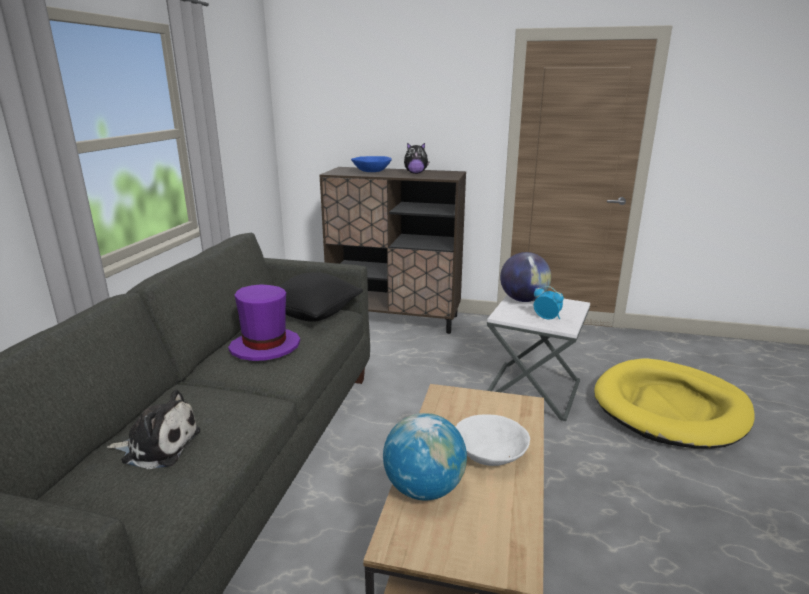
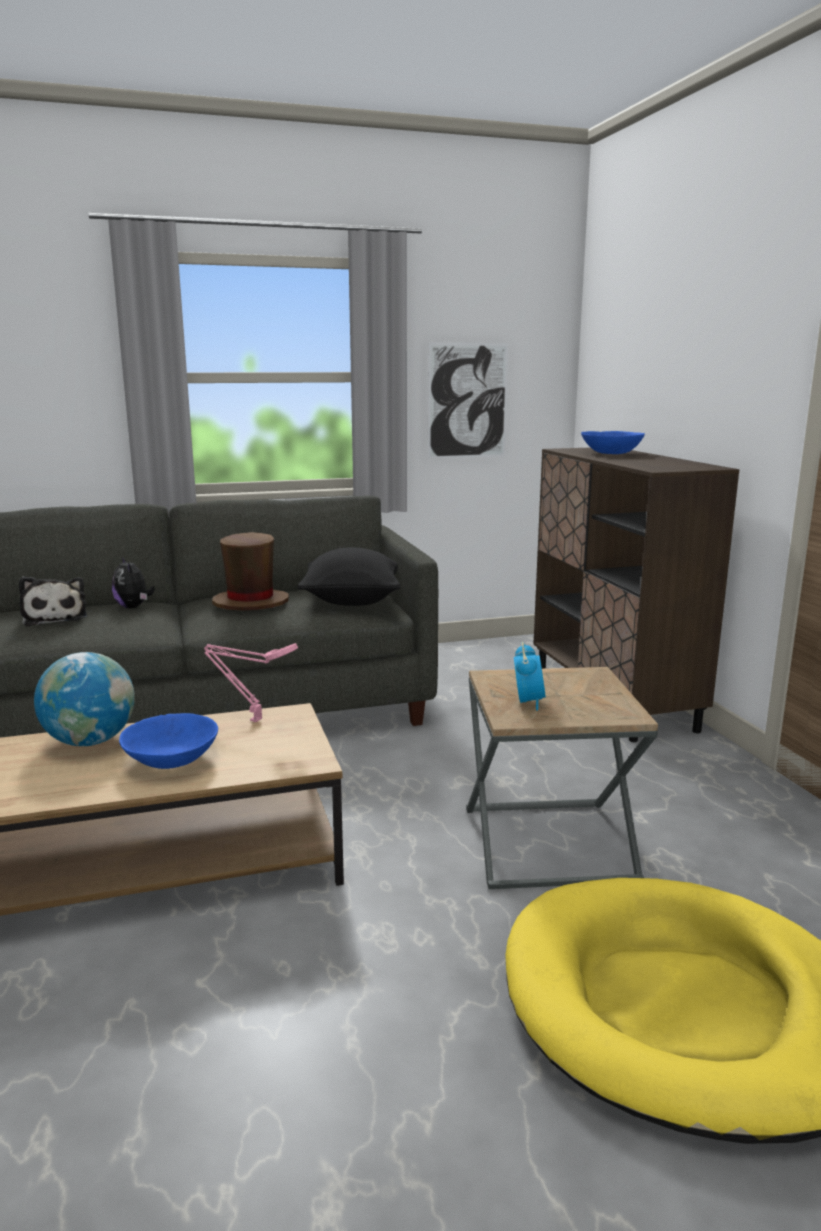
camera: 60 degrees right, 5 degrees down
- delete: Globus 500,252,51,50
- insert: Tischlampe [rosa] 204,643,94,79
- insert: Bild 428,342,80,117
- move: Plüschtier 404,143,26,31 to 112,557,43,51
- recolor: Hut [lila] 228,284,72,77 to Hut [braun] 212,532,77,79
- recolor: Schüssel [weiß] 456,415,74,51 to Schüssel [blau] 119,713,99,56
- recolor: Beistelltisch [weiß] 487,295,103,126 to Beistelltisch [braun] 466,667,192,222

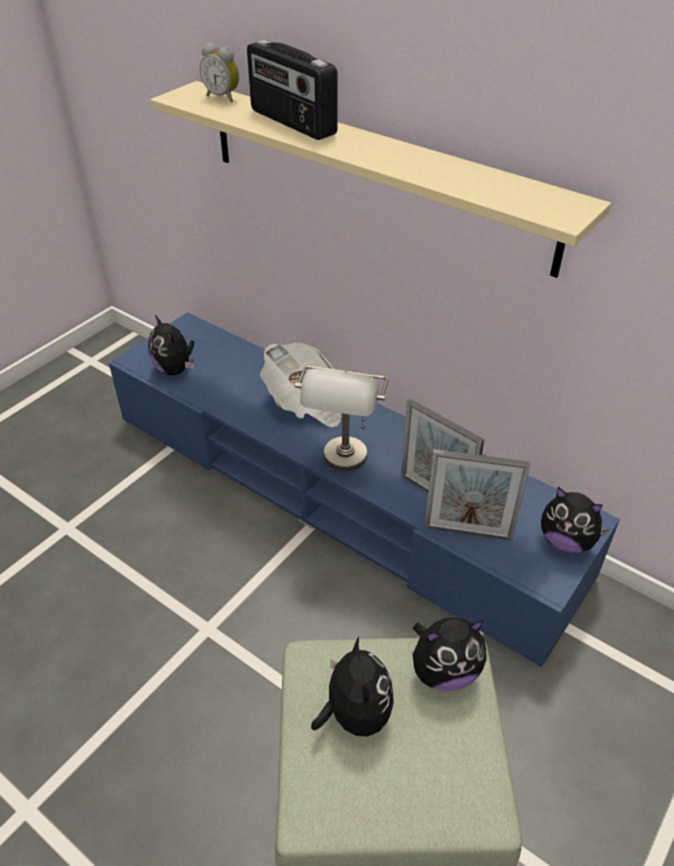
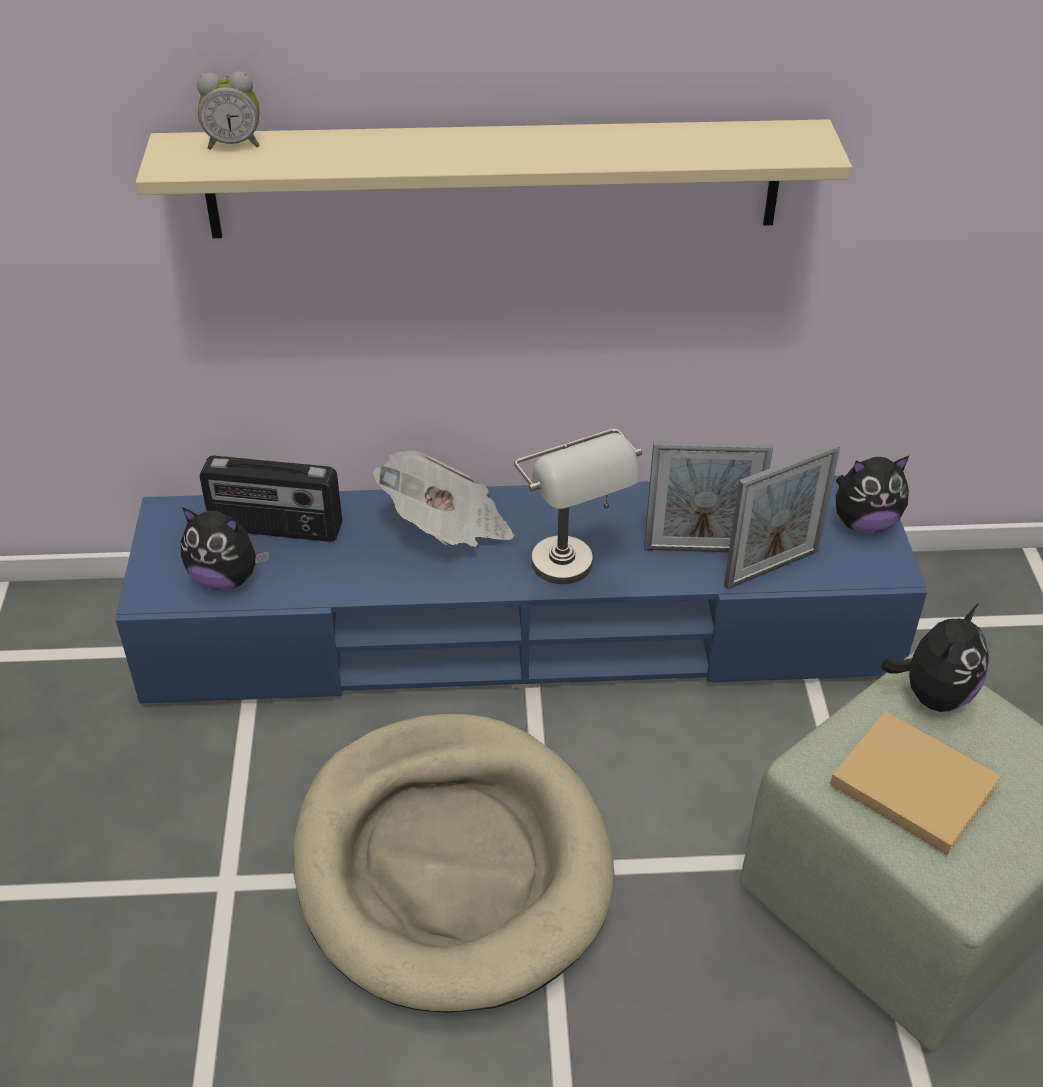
camera: 40 degrees left, 0 degrees up
- insert: Hundebett [beige] 293,714,321,299
- move: Radio 247,40,91,100 to 200,456,142,86
- replace: Plüschtier 311,637,83,99 to Buch [beige] 830,711,171,144

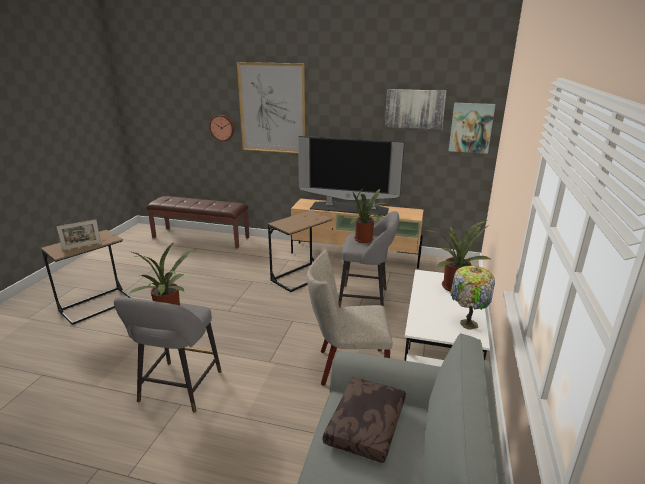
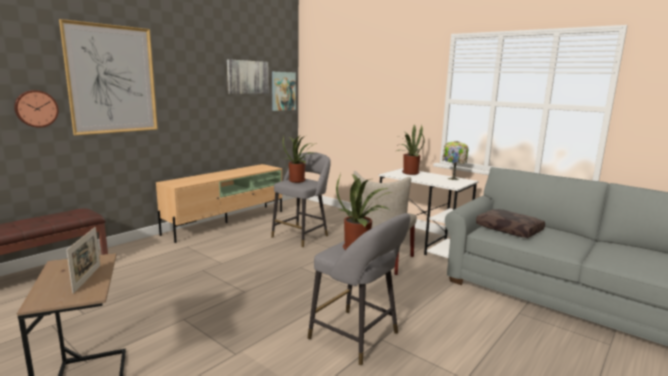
camera: 65 degrees left, 10 degrees down
- delete: Beistelltisch [braun] 268,210,65,82
- delete: Fernseher 298,136,107,80

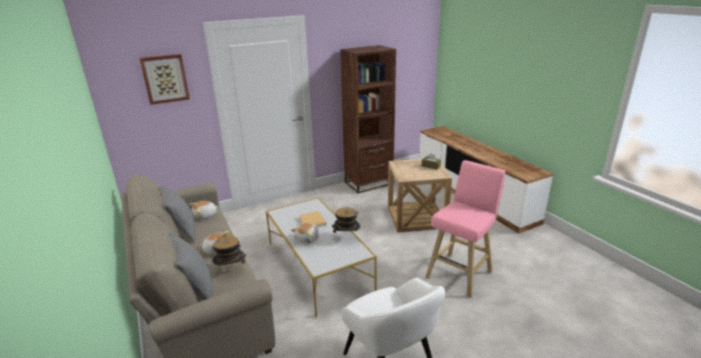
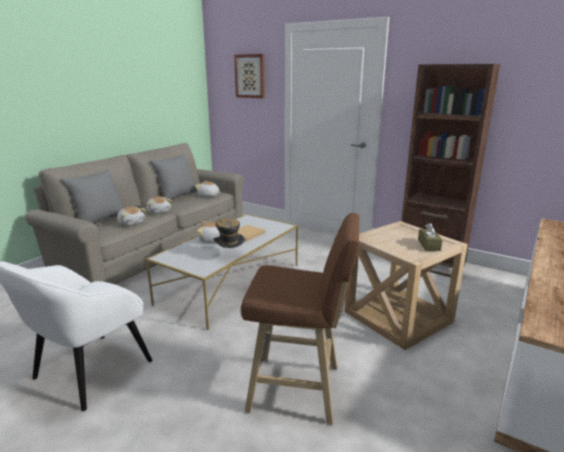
camera: 60 degrees right, 5 degrees down
- replace: Hut 212,233,34,33 to Plüschtier 117,206,29,20
- recolor: Hocker [rosa] 425,160,80,138 to Hocker [braun] 241,213,118,212

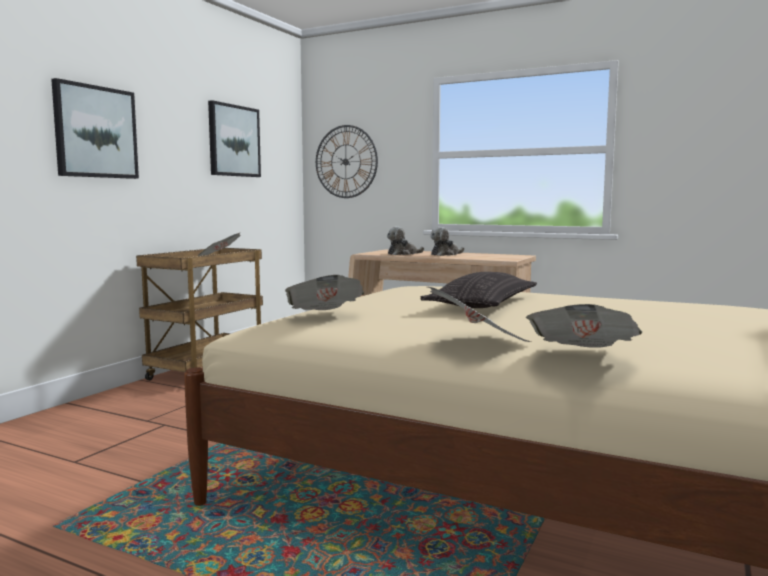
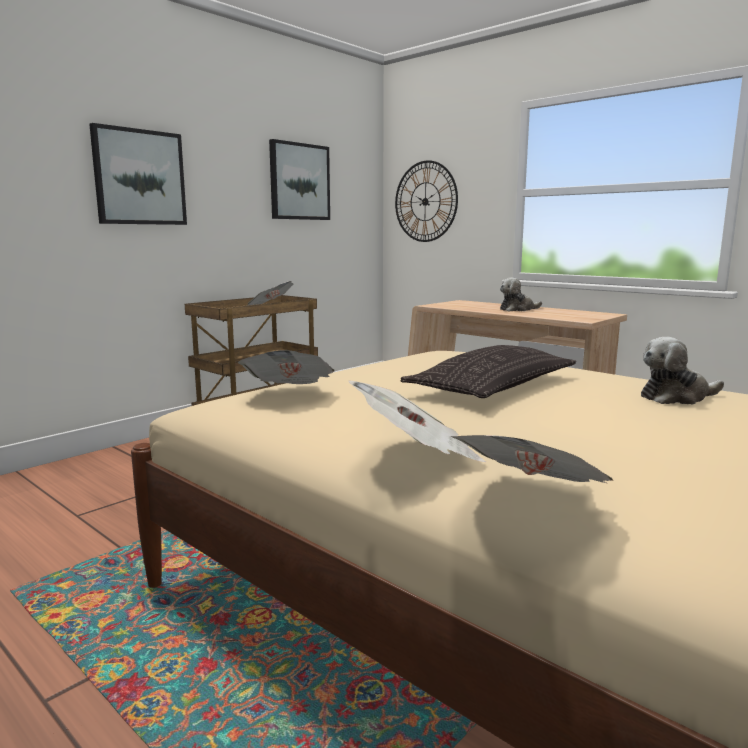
camera: 15 degrees right, 5 degrees up
- move: Plüschtier 387,226,37,29 to 641,337,83,67

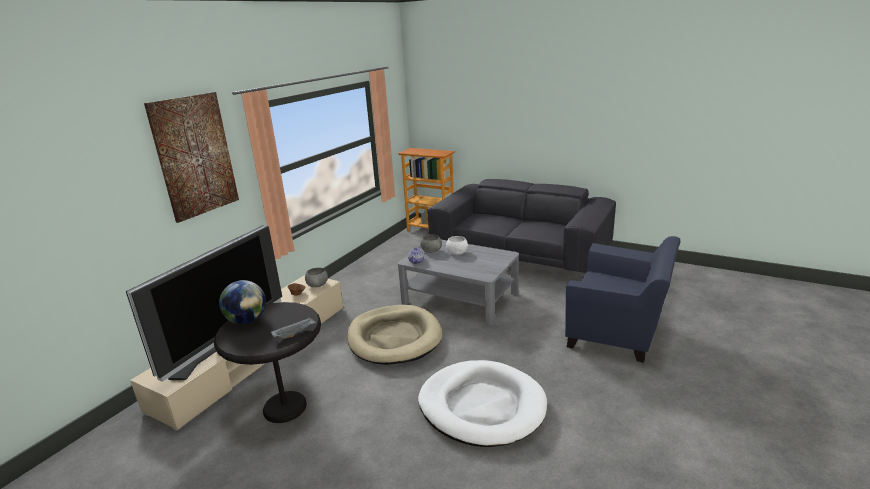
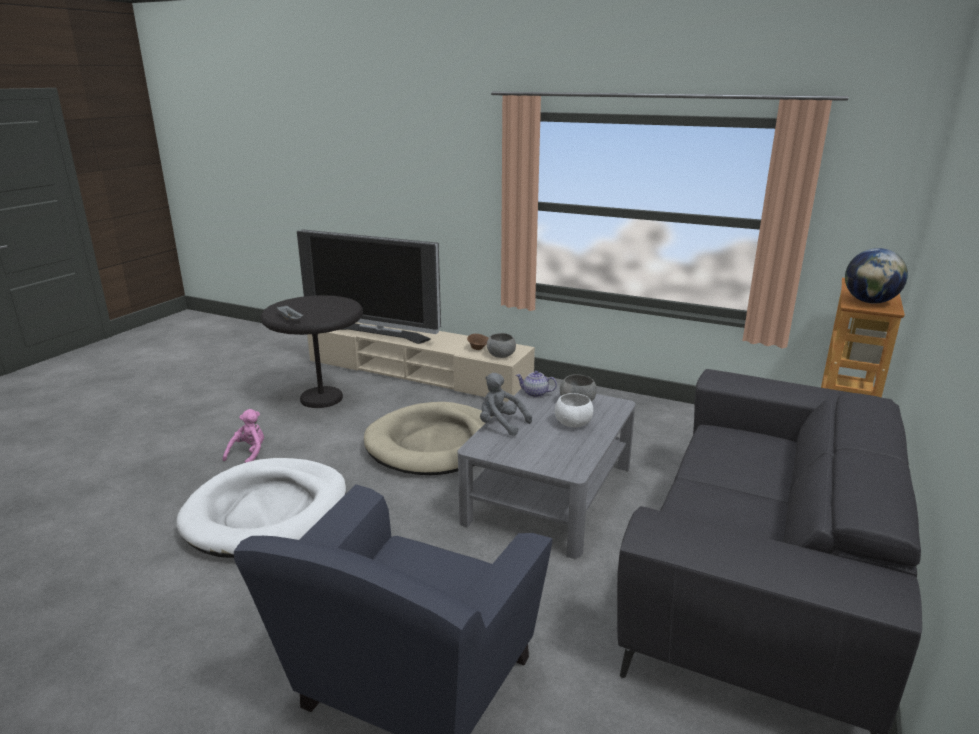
camera: 85 degrees right, 0 degrees up
- delete: Bild 144,92,95,131
- insert: Plüschtier [rosa] 223,409,41,54
- insert: Plüschtier [grau] 480,373,52,63
- move: Globus 219,280,47,44 to 845,248,63,55

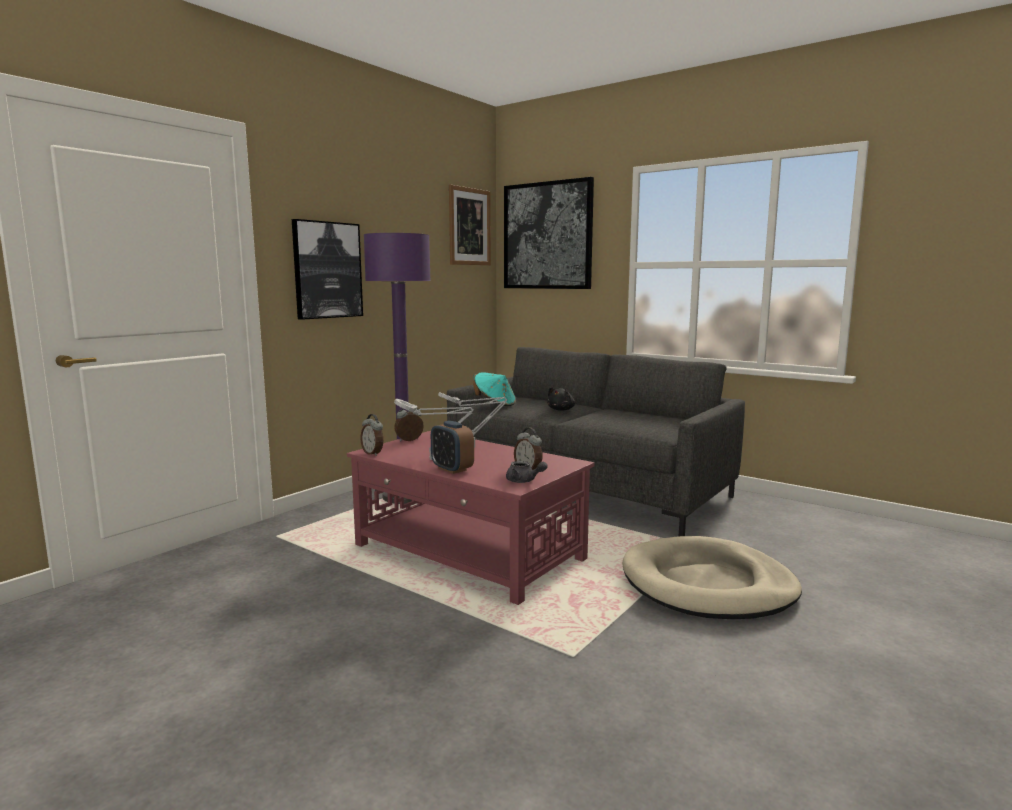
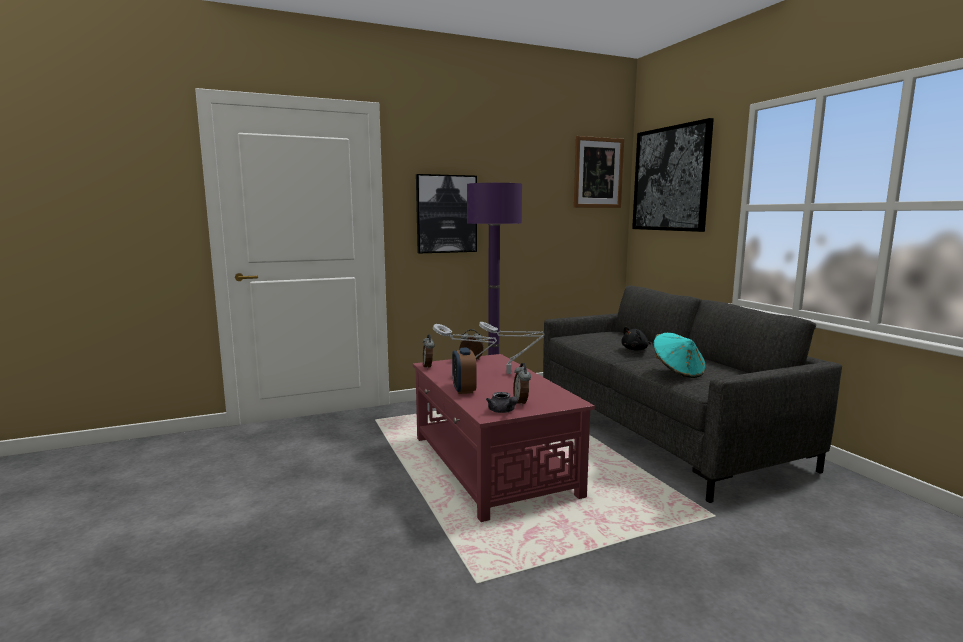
camera: 30 degrees right, 0 degrees up
- delete: Hundebett [beige] 622,536,180,83
- move: Hut [türkis] 473,372,43,34 to 653,333,53,45

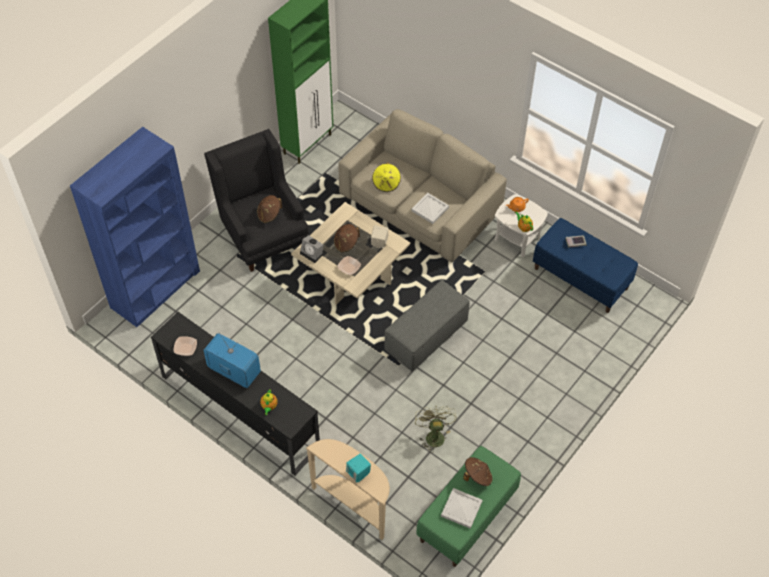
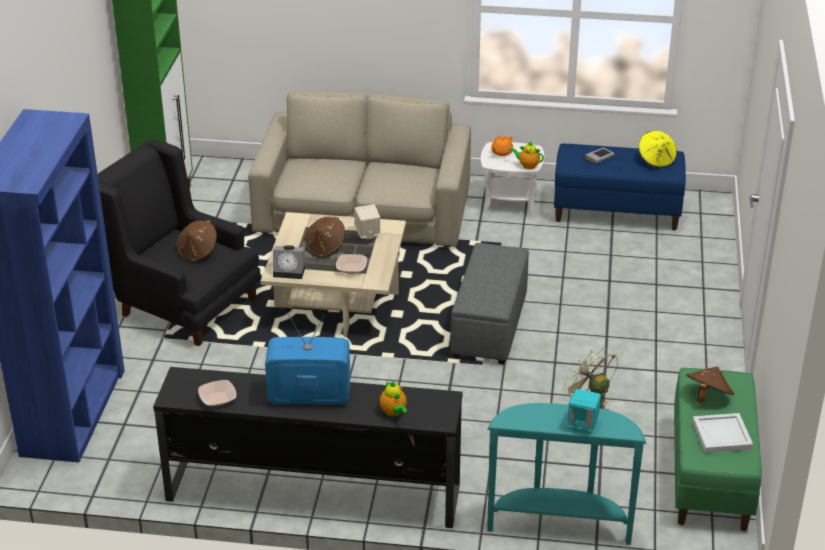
camera: 30 degrees left, 20 degrees down
- delete: Tablett [weiß] 412,193,37,31
- move: Hut [gelb] 372,163,29,29 to 639,131,38,37
- recolor: Konsolentisch [beige] 306,439,84,101 to Konsolentisch [türkis] 487,403,159,142

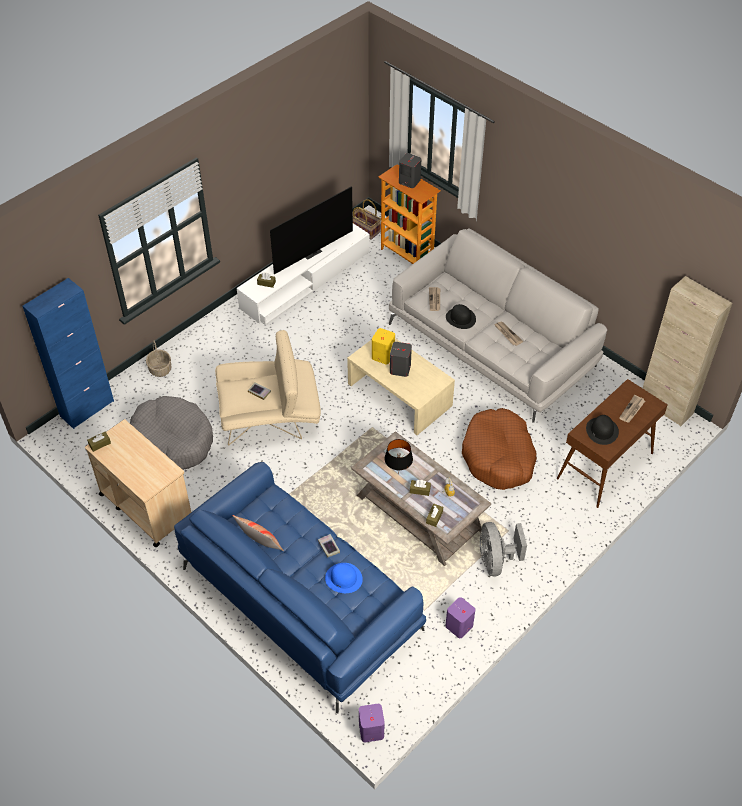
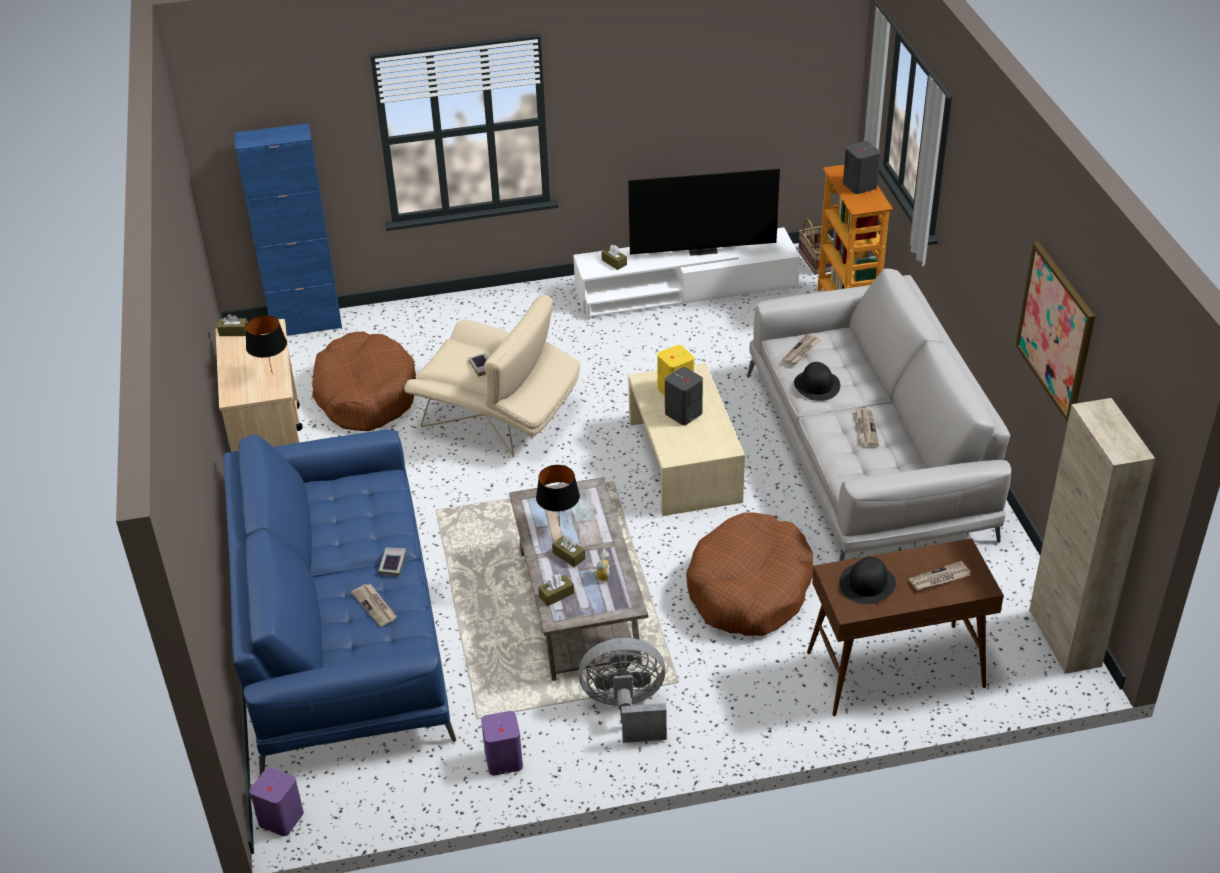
camera: 35 degrees right, 10 degrees down
- delete: Korb 146,340,25,37
- delete: Kissen 232,515,52,36
- insert: Tischlampe [schwarz] 245,315,42,60
- insert: Bild 1015,242,80,181
- replace: Hut [blau] 325,563,38,30 to Zeitung 351,584,46,43
- recolor: Hundebett [grau] 130,396,83,74 to Hundebett [braun] 312,331,104,100
- rotate: Ventilator [grau] 479,522,48,54 = 578,638,89,105 60 degrees clockwise

